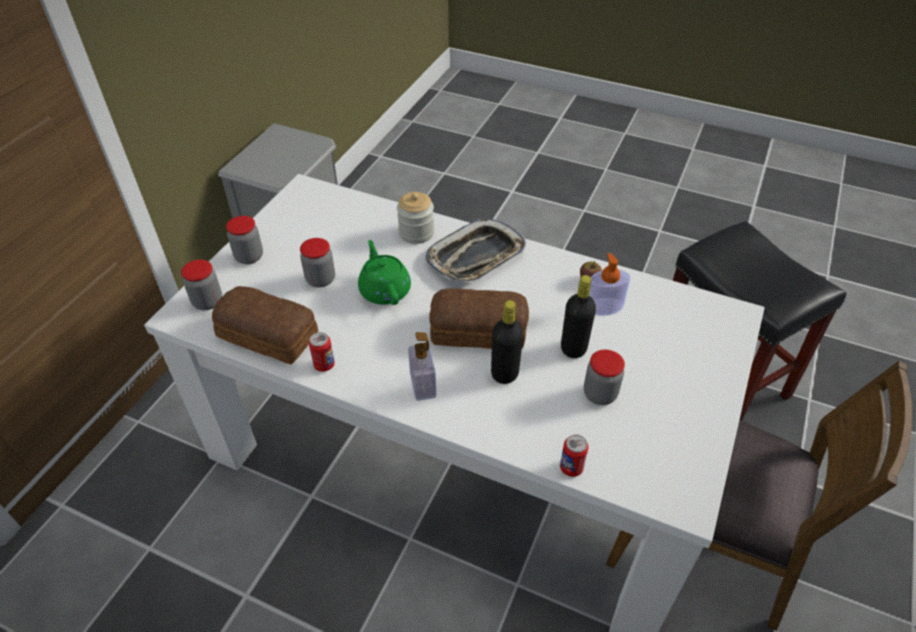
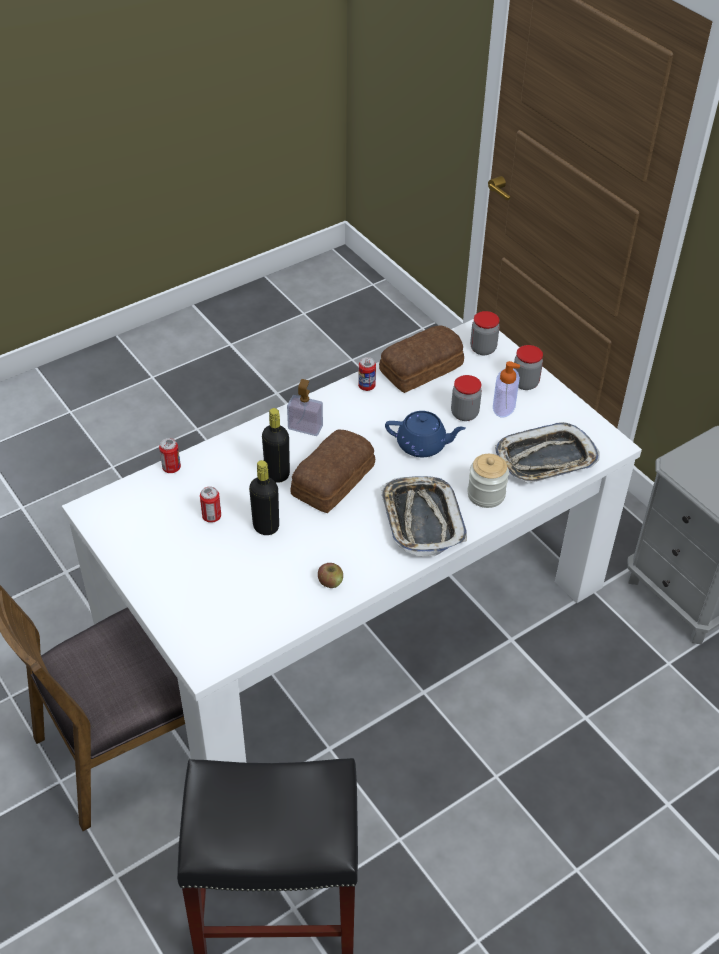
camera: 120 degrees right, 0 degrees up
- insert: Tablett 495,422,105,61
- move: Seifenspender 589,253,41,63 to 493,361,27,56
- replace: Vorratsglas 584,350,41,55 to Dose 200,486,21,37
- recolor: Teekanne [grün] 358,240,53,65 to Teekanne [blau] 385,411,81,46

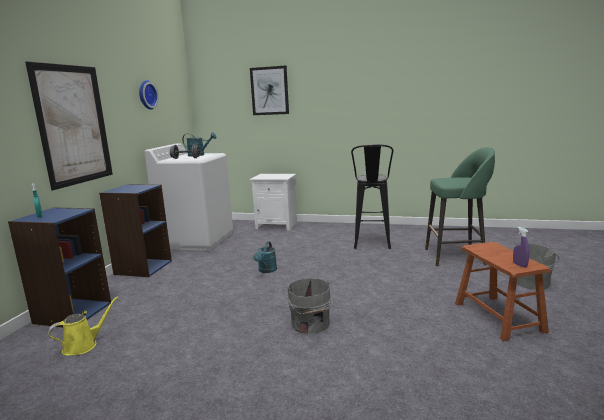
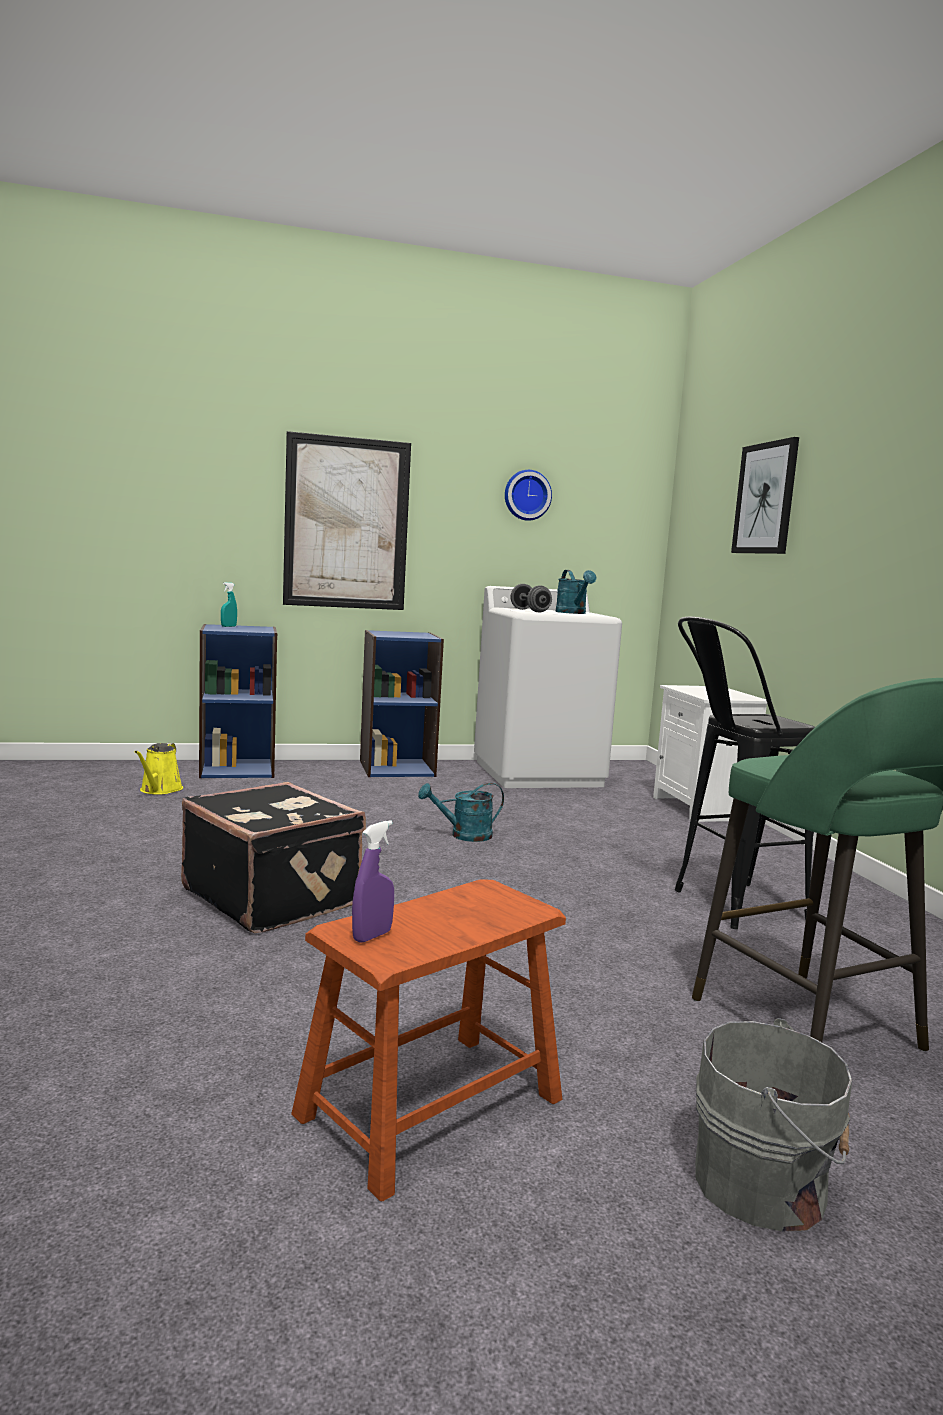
camera: 60 degrees right, 5 degrees down
- replace: Eimer [grau] 286,278,48,56 to Koffer [schwarz] 181,782,185,151
- rotate: Gießkanne [gelb] 48,296,70,60 = 135,743,48,52 75 degrees clockwise

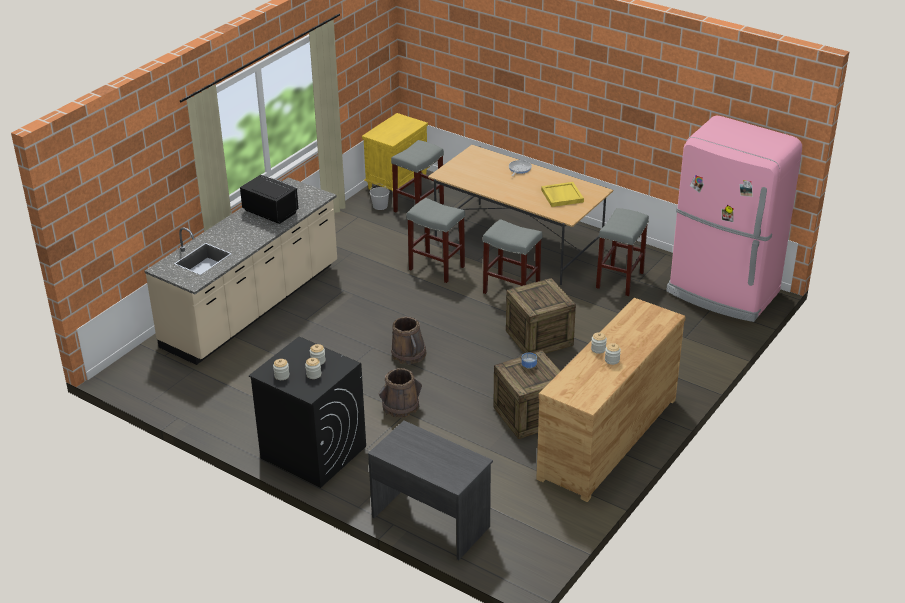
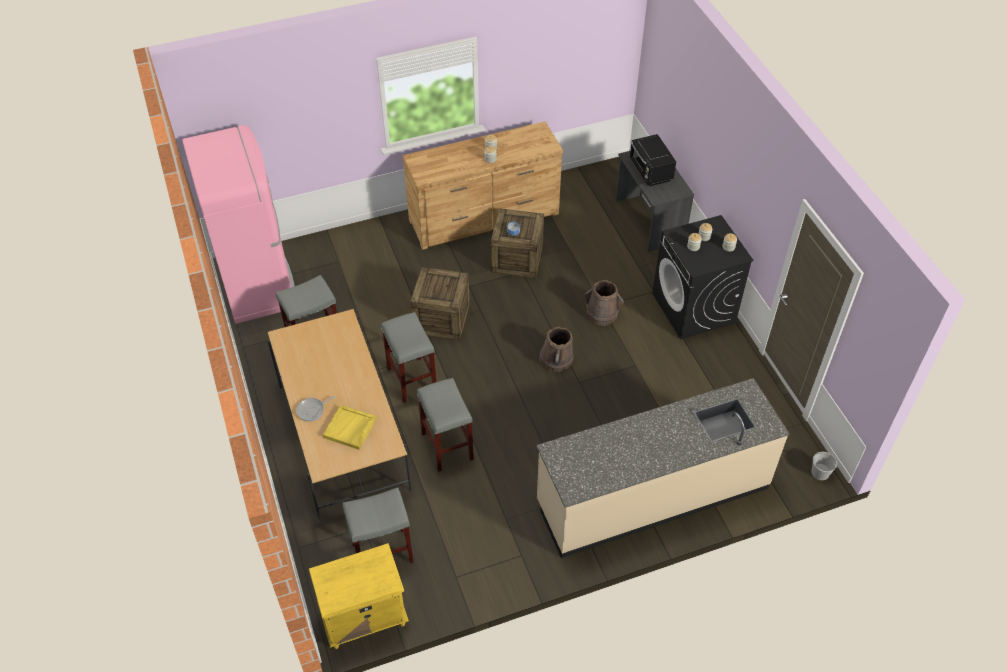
camera: 145 degrees left, 15 degrees up
- move: Mikrowelle [schwarz] 240,175,59,49 to 630,134,46,52
- move: Eimer [weiß] 370,183,20,27 to 811,452,26,28
- move: Tablett [gelb] 541,182,43,25 to 323,405,53,45

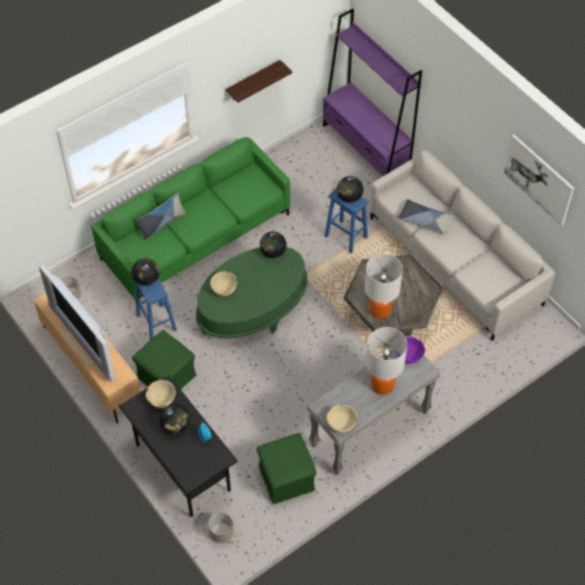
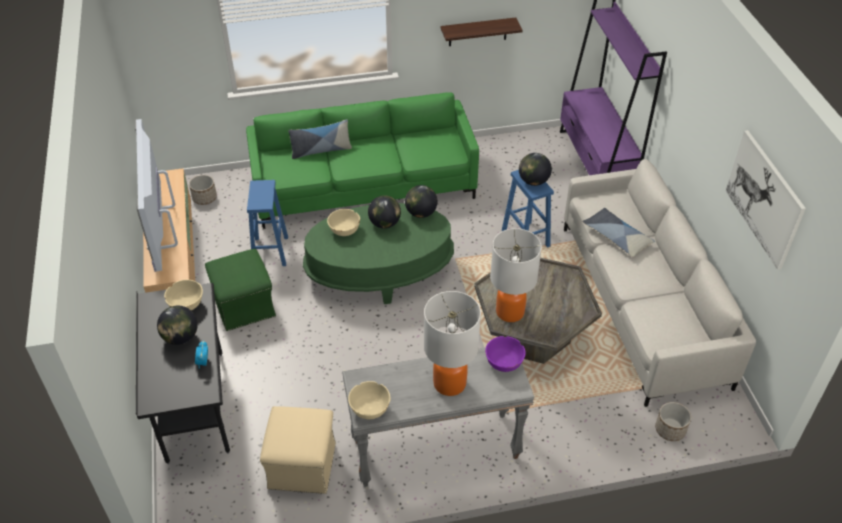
camera: 25 degrees right, 10 degrees down
- move: Globus 132,258,28,28 to 368,195,33,33
- move: Pflanzkübel 208,512,26,31 to 655,402,36,39
- recolor: Polsterhocker [grün] 257,433,60,72 to Polsterhocker [beige] 260,406,76,88

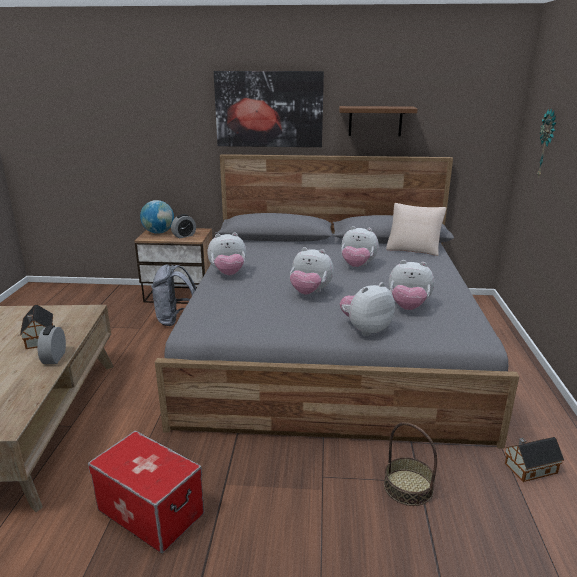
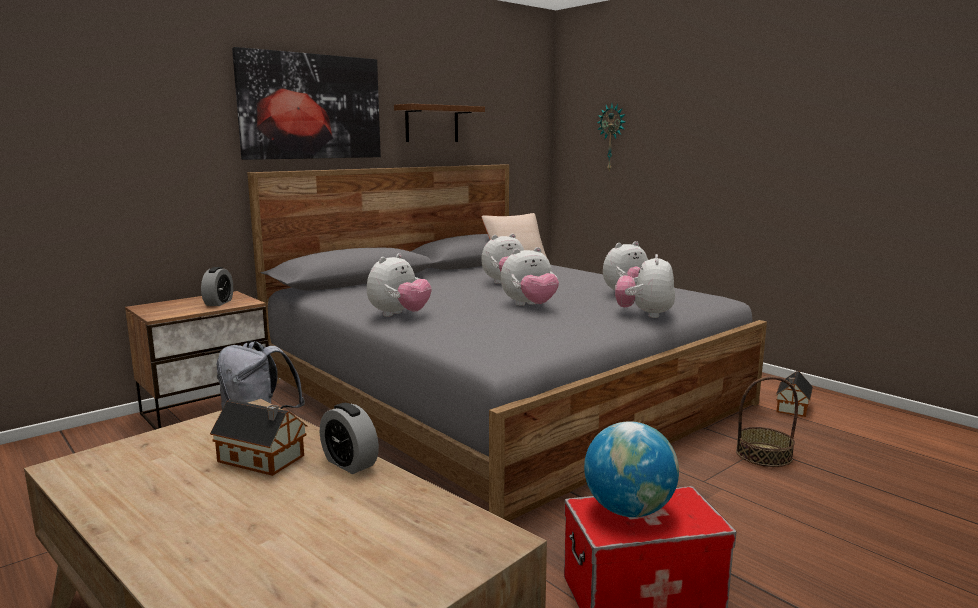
camera: 45 degrees left, 10 degrees down
- move: Globus 140,200,34,34 to 584,421,95,96

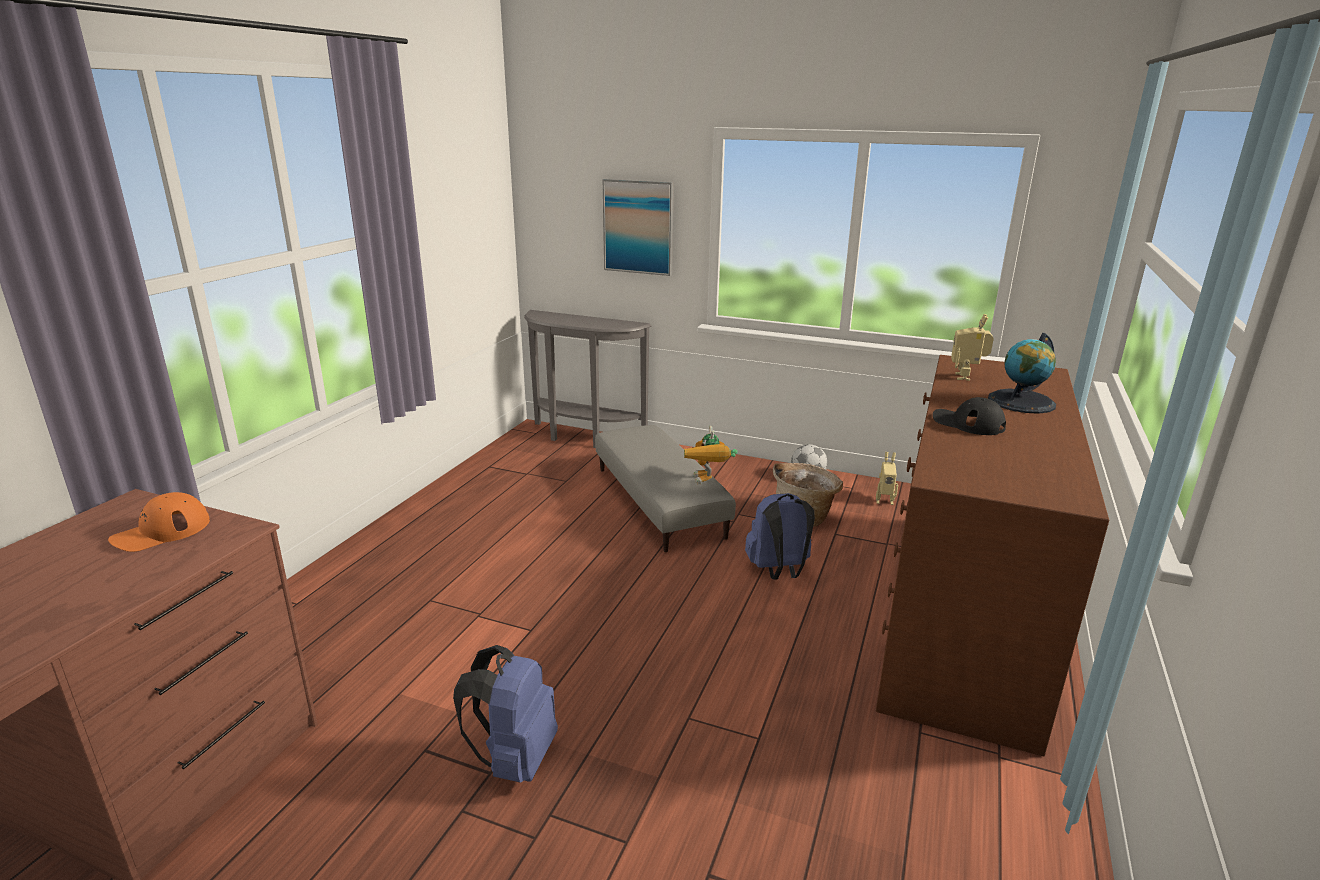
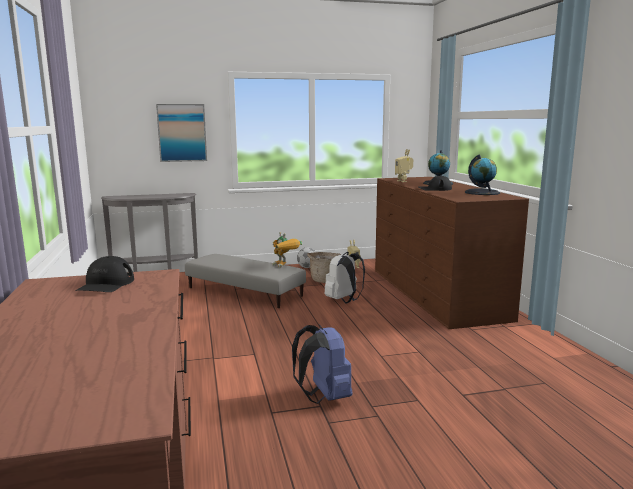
camera: 35 degrees left, 10 degrees down
- insert: Globus 465,154,35,41
- recolor: Kappe [orange] 108,492,102,60 to Kappe [schwarz] 75,256,59,36
- recolor: Rucksack [blau] 745,493,70,87 to Rucksack [weiß] 324,252,41,52

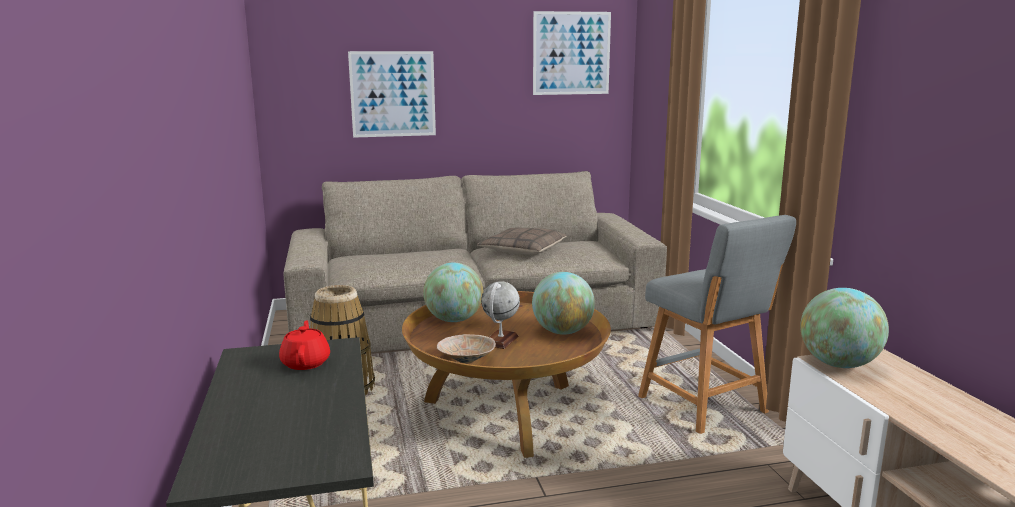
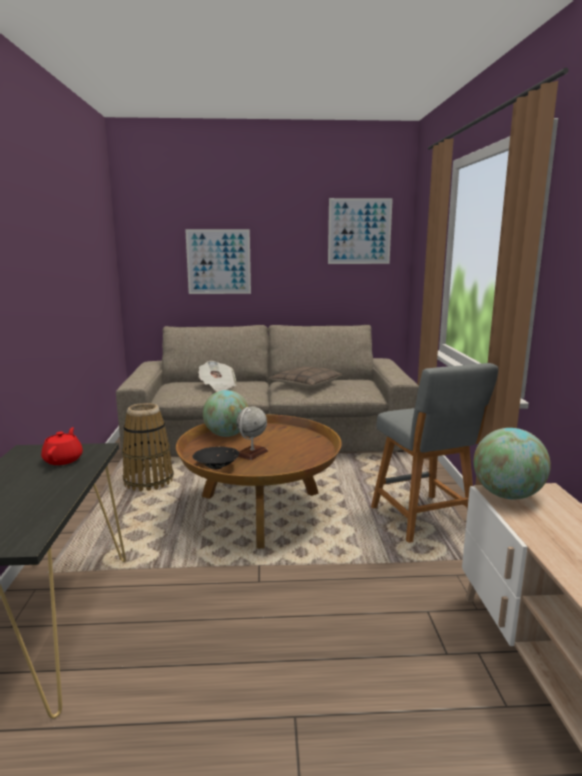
camera: 10 degrees right, 0 degrees up
- delete: Globus 532,272,63,63
- insert: Zeitung 199,361,38,31
- recolor: Schüssel [beige] 437,334,59,29 to Schüssel [schwarz] 192,446,47,24

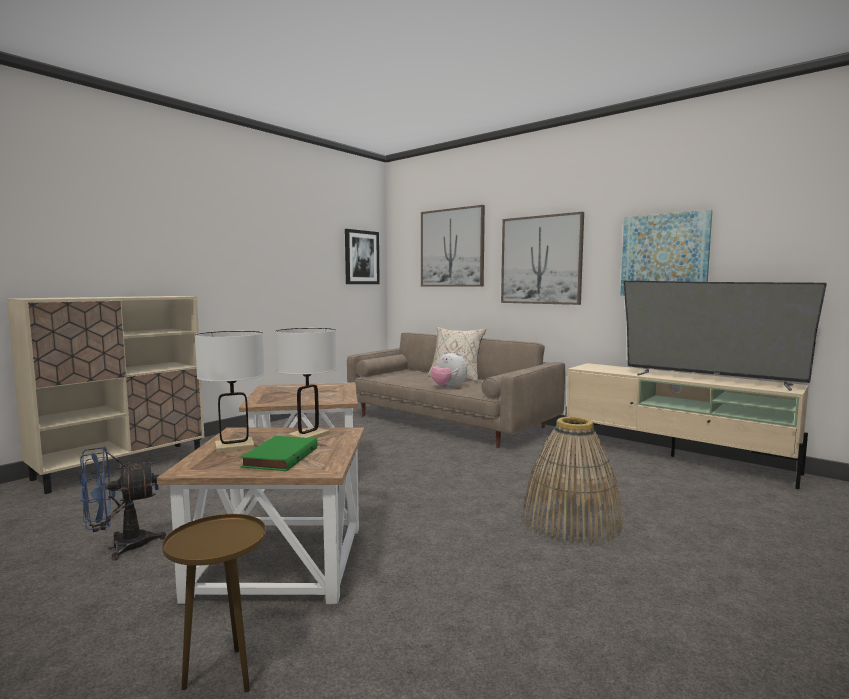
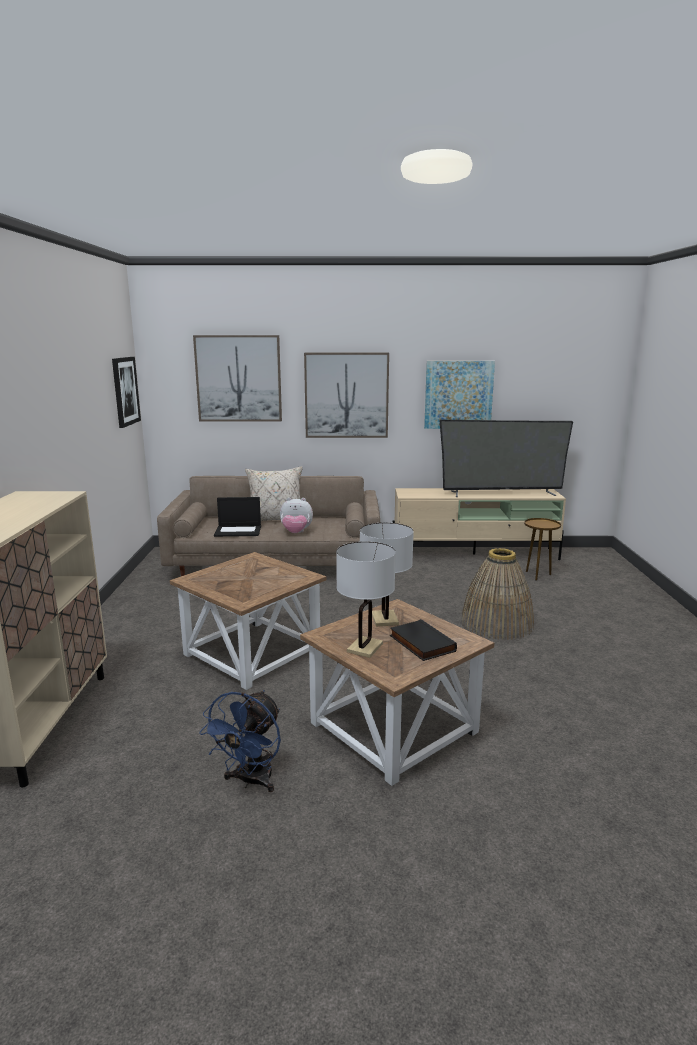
camera: 40 degrees left, 10 degrees up
- insert: Laptop 214,497,47,40
- move: Beistelltisch [braun] 162,514,104,178 to 524,518,37,63
- recolor: Buch [grün] 240,436,78,36 to Buch [schwarz] 390,619,67,42

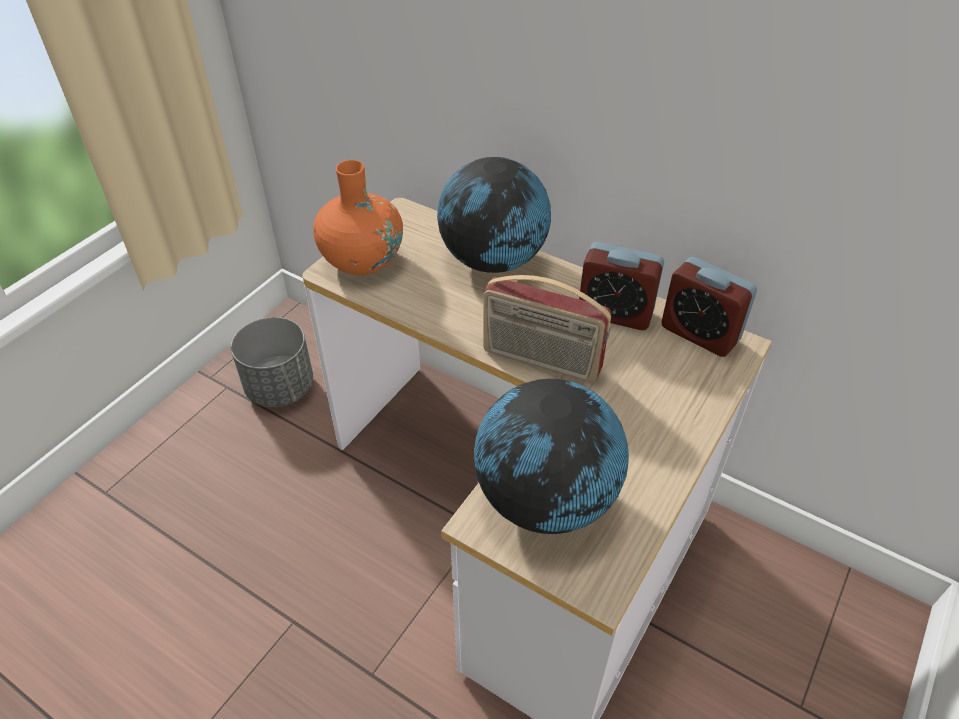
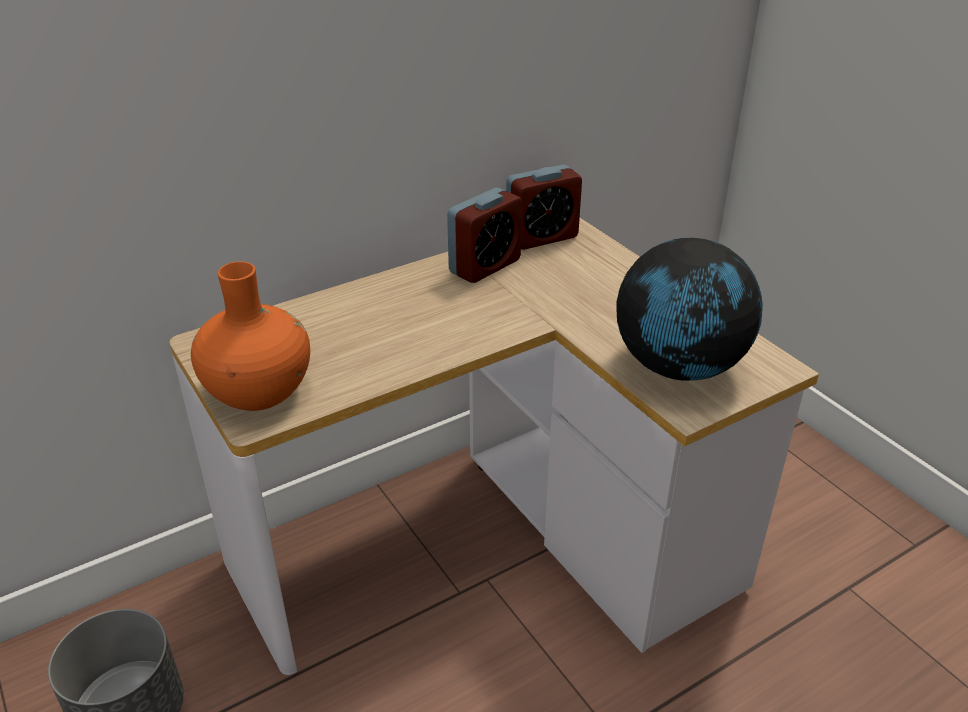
camera: 65 degrees left, 10 degrees down
- delete: Globus 437,157,114,116
- delete: Radio 483,275,128,108

